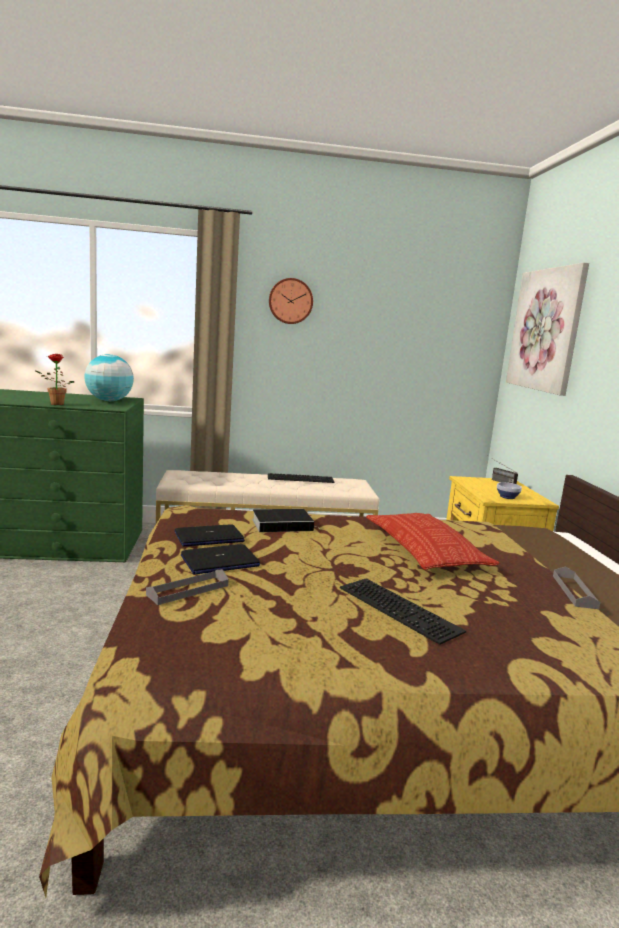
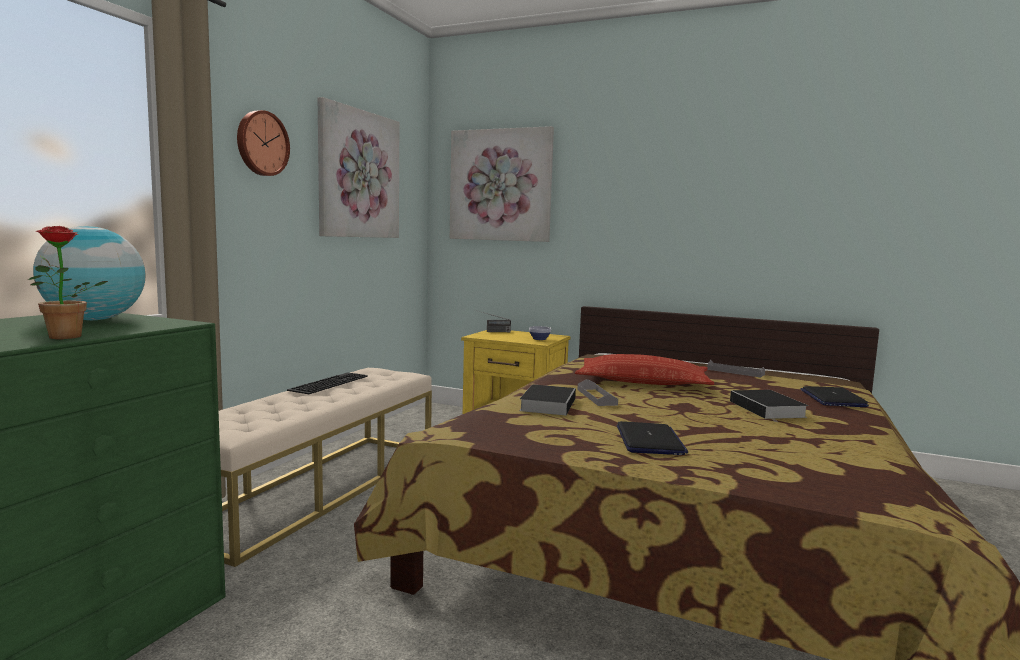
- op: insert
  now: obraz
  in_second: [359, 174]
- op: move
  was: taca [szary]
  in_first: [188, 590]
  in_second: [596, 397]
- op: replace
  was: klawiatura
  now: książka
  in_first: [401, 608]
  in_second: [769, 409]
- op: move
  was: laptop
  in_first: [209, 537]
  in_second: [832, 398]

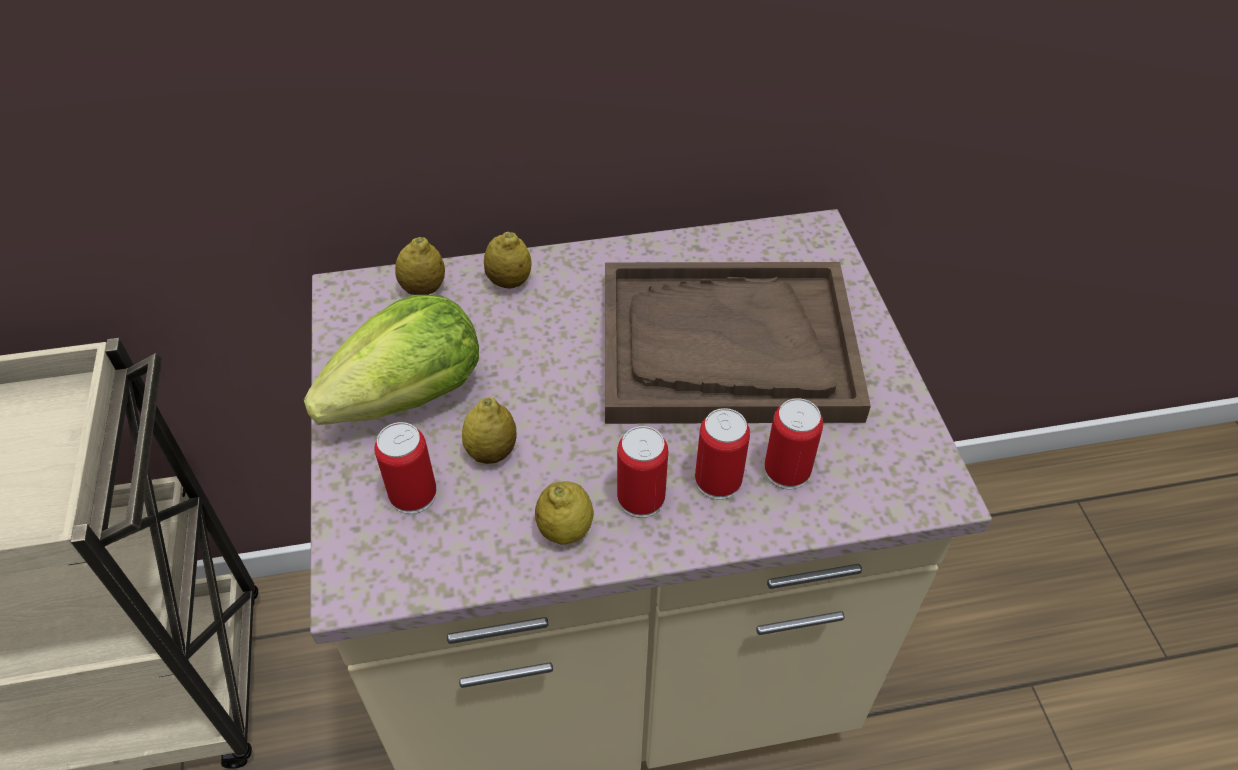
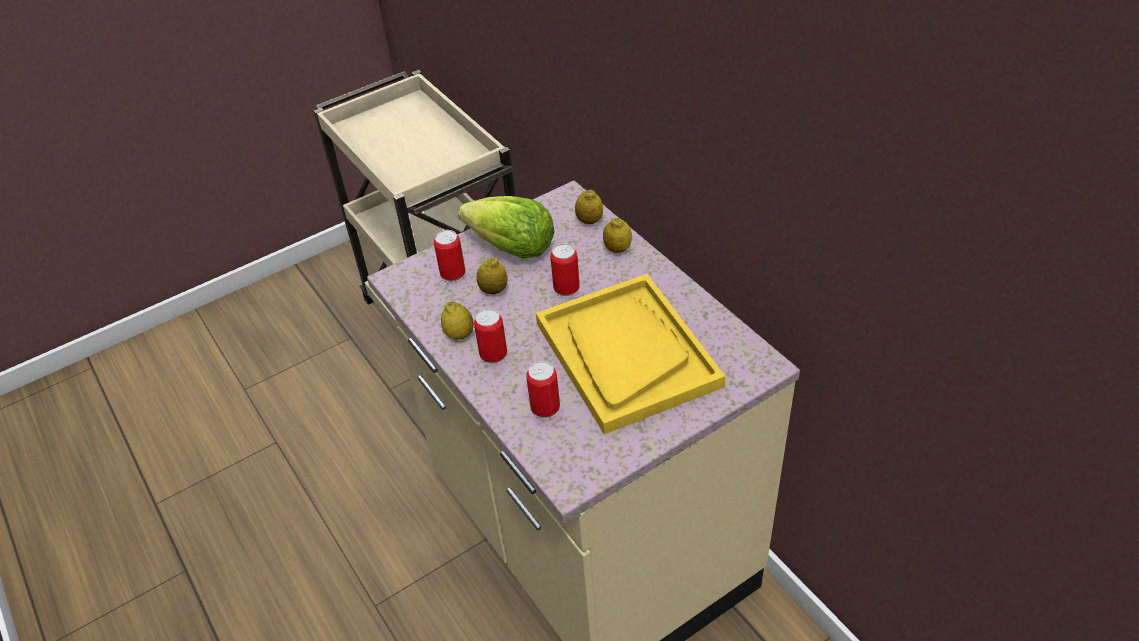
- op: recolor
  was: taca [brązowy]
  now: taca [żółty]
  in_first: [726, 347]
  in_second: [626, 354]
- op: move
  was: puszka
  in_first: [718, 481]
  in_second: [566, 289]

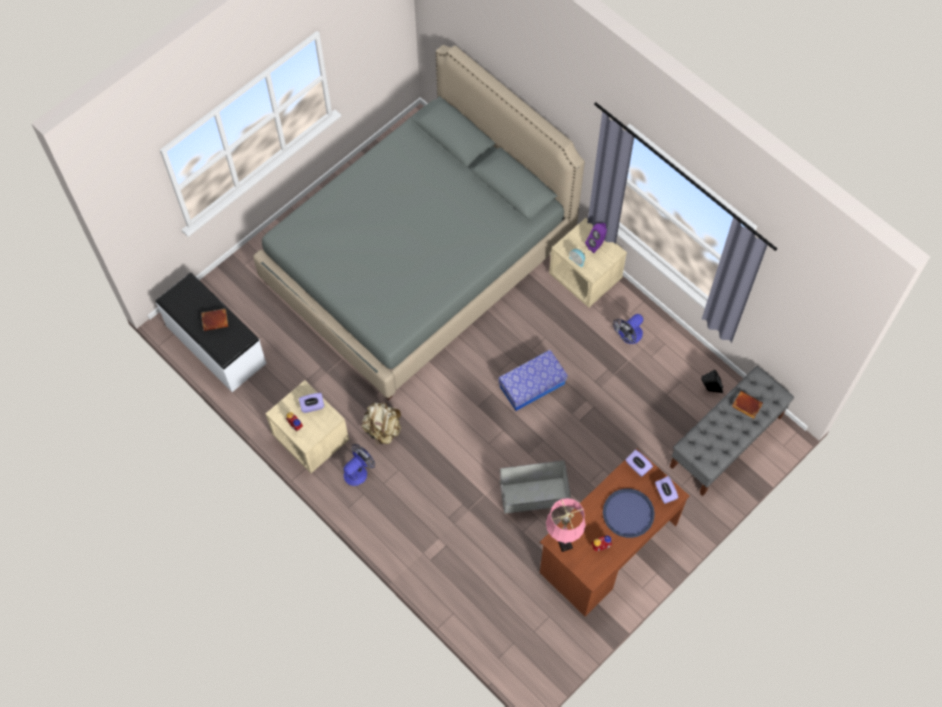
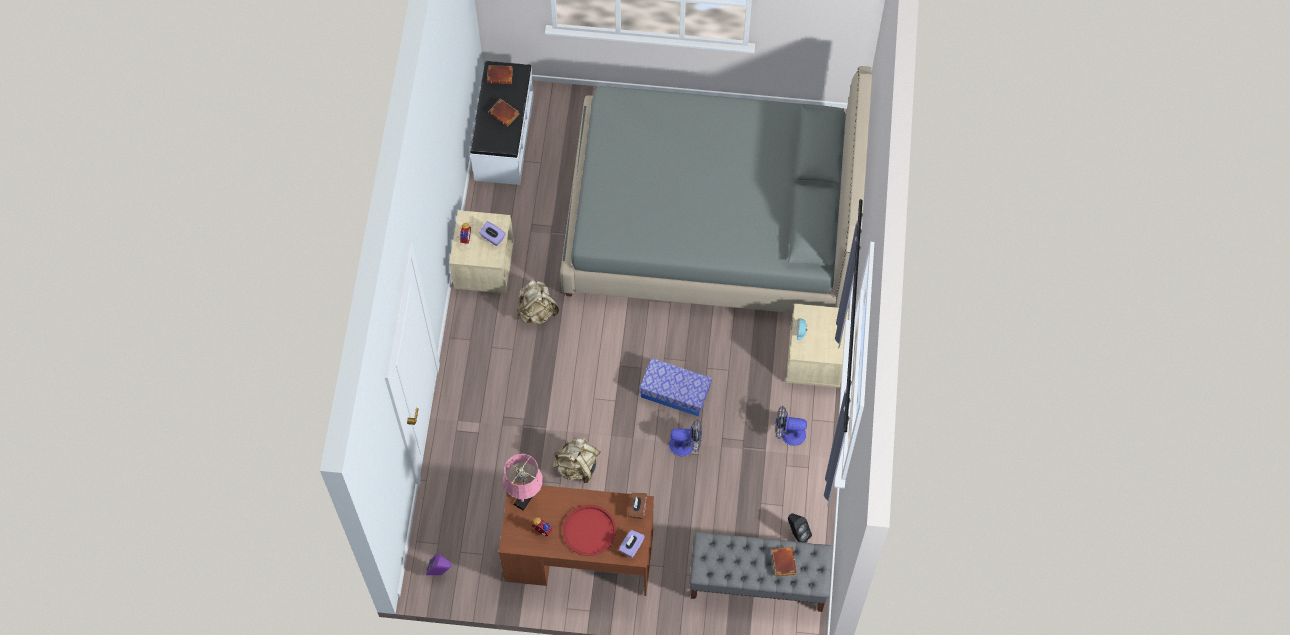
- op: move
  was: głośnik [fioletowy]
  in_first: [597, 245]
  in_second: [440, 572]
- op: insert
  now: książka [brązowy]
  in_second: [500, 75]
- op: replace
  was: pojemnik do przechowywania [szary]
  now: plecak [beżowy]
  in_first: [534, 496]
  in_second: [577, 466]
- op: recolor
  was: taca [niebieski]
  now: taca [czerwony]
  in_first: [628, 513]
  in_second: [589, 531]
- op: recolor
  was: pudełko chusteczek [fioletowy]
  now: pudełko chusteczek [brązowy]
  in_first: [637, 466]
  in_second: [637, 508]
- op: move
  was: wentylator
  in_first: [358, 471]
  in_second: [686, 445]

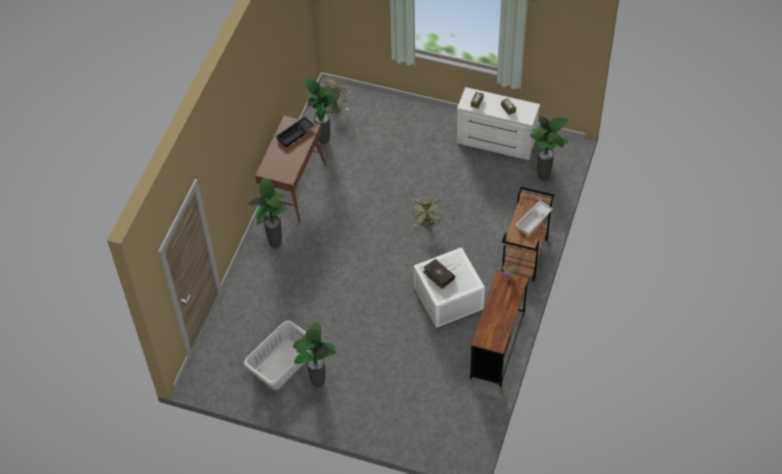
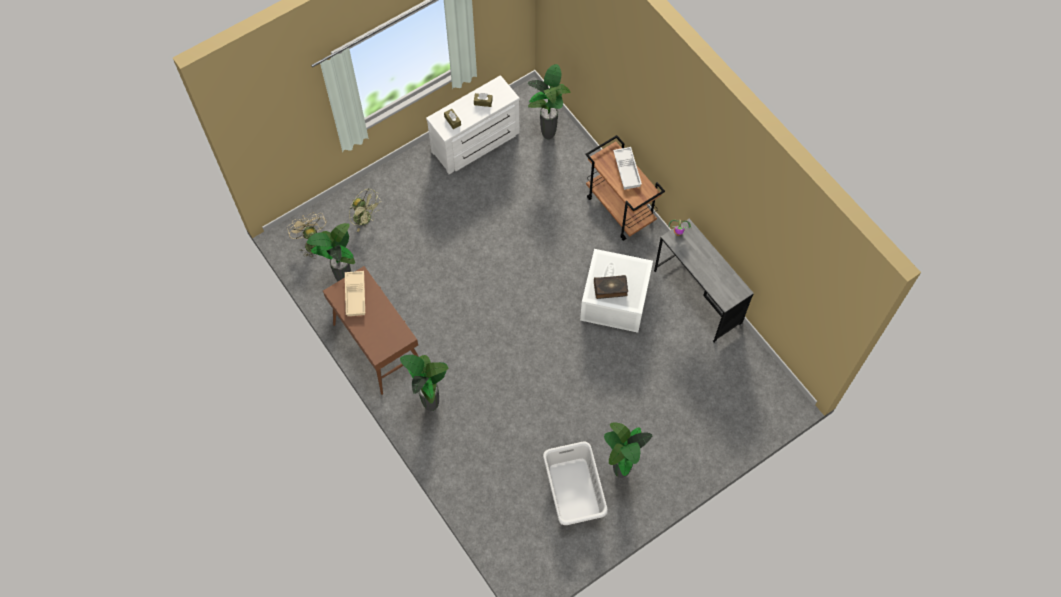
- op: recolor
  was: taca [czarny]
  now: taca [beżowy]
  in_first: [295, 134]
  in_second: [356, 295]
- op: move
  was: wentylator [zielony]
  in_first: [427, 223]
  in_second: [366, 219]
- op: recolor
  was: biurko [brązowy]
  now: biurko [szary]
  in_first: [497, 347]
  in_second: [697, 297]

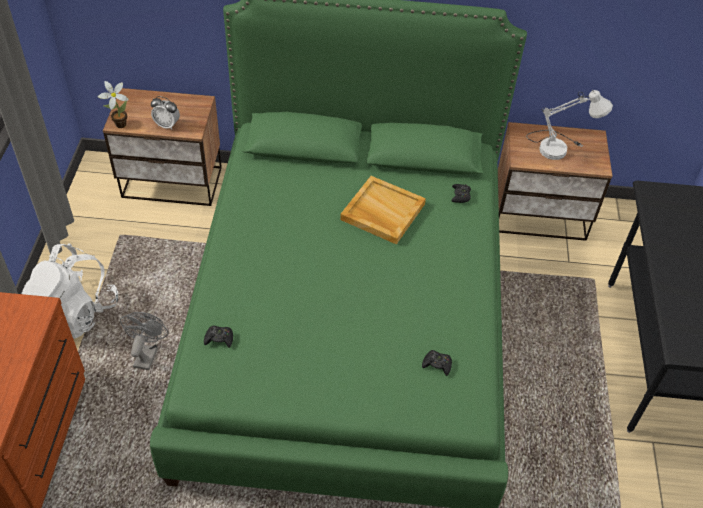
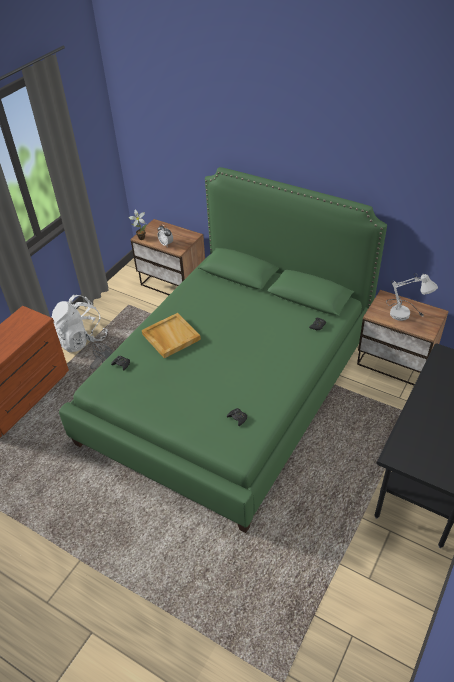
- op: move
  was: taca [beżowy]
  in_first: [382, 212]
  in_second: [170, 337]

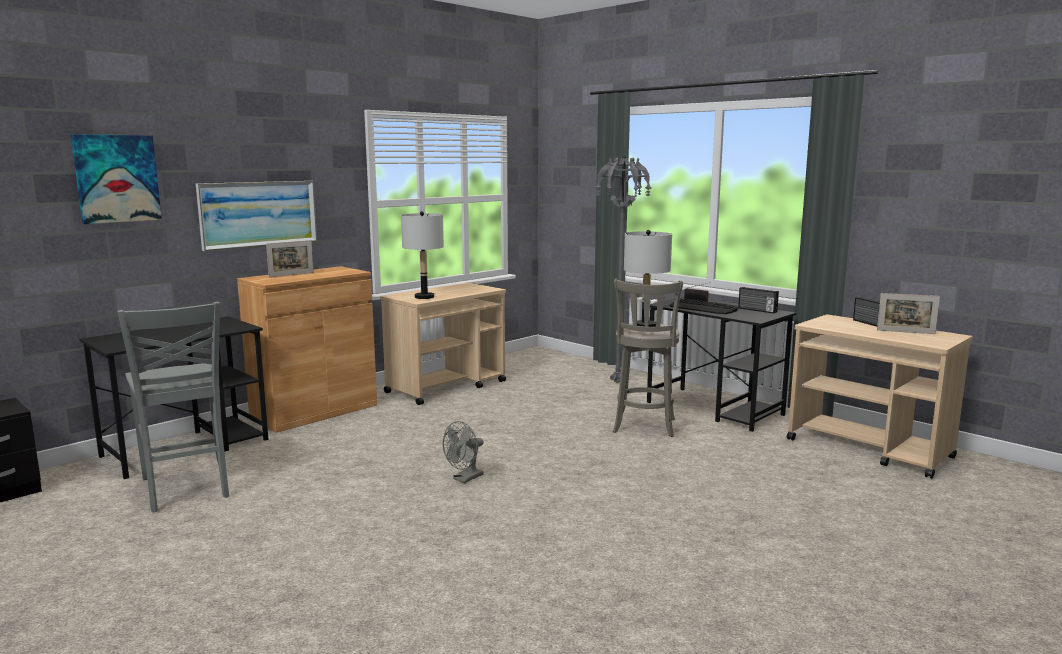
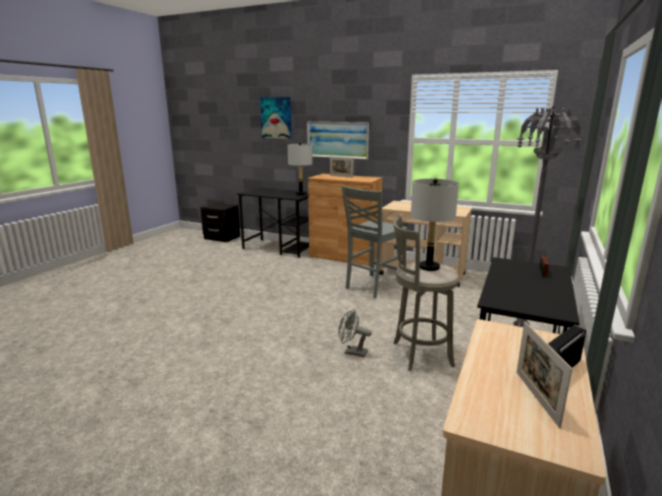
- op: move
  was: lampa stołowa [szary]
  in_first: [424, 297]
  in_second: [301, 194]
- op: move
  was: wentylator [szary]
  in_first: [465, 479]
  in_second: [352, 352]
- op: move
  was: krzesło [szary]
  in_first: [186, 488]
  in_second: [373, 286]
- op: delete
  was: klawiatura
  in_first: [703, 308]
- op: delete
  was: radio
  in_first: [757, 310]

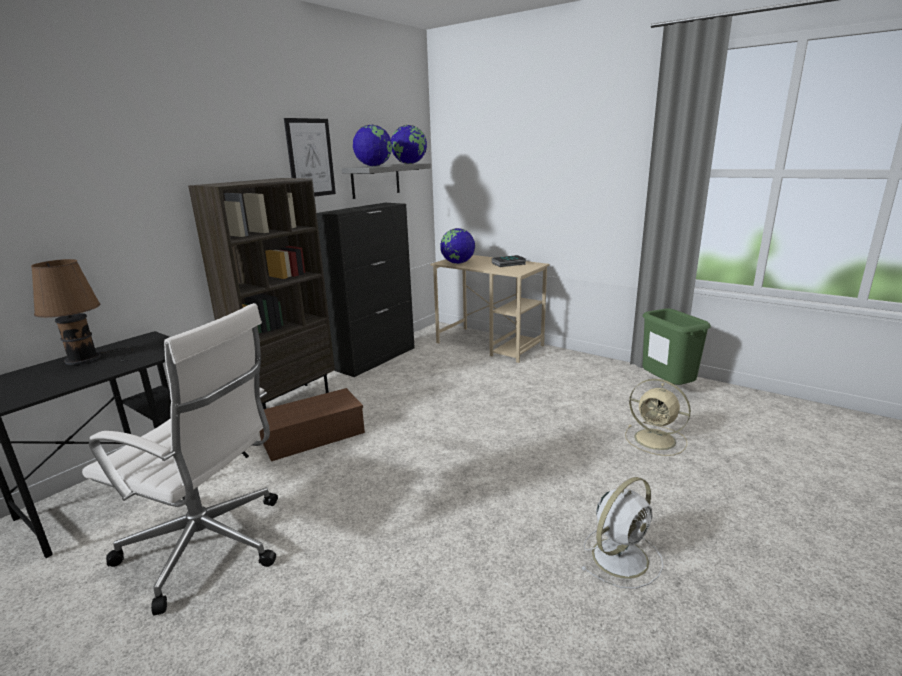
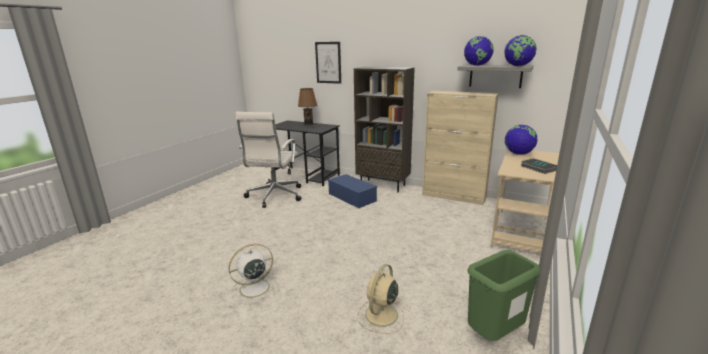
- op: rotate
  was: wentylator [biały]
  in_first: [621, 556]
  in_second: [253, 288]
  clockwise: 105
- op: move
  was: obraz
  in_first: [310, 158]
  in_second: [328, 62]
- op: recolor
  was: pojemnik do przechowywania [brązowy]
  now: pojemnik do przechowywania [niebieski]
  in_first: [314, 435]
  in_second: [353, 197]
- op: recolor
  was: szafka [czarny]
  now: szafka [beżowy]
  in_first: [376, 358]
  in_second: [454, 196]

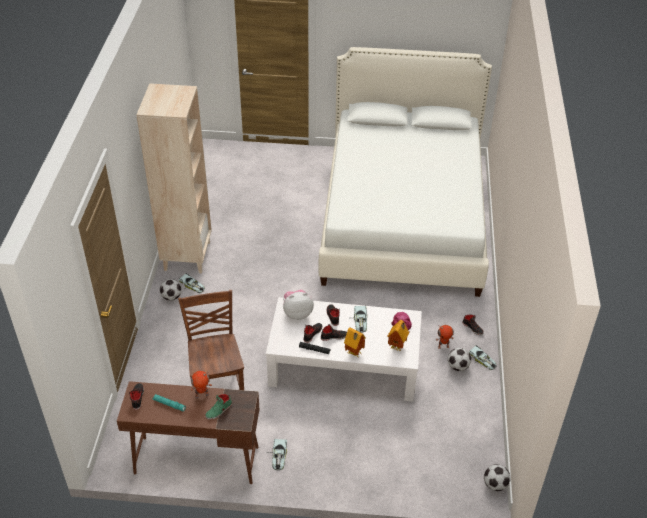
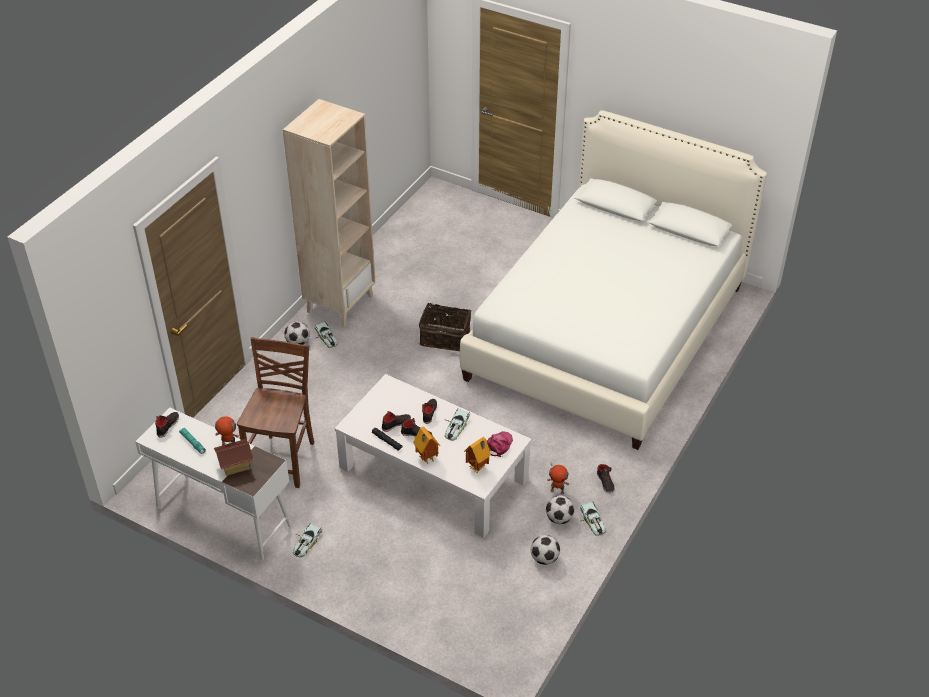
- op: recolor
  was: biurko [brązowy]
  now: biurko [biały]
  in_first: [196, 460]
  in_second: [223, 516]
- op: replace
  was: but [zielony]
  now: domek
  in_first: [219, 410]
  in_second: [235, 465]
- op: insert
  now: koszyk
  in_second: [445, 337]
- op: move
  was: piłka futbolowa
  in_first: [495, 484]
  in_second: [544, 558]
- op: delete
  was: pluszak
  in_first: [297, 313]

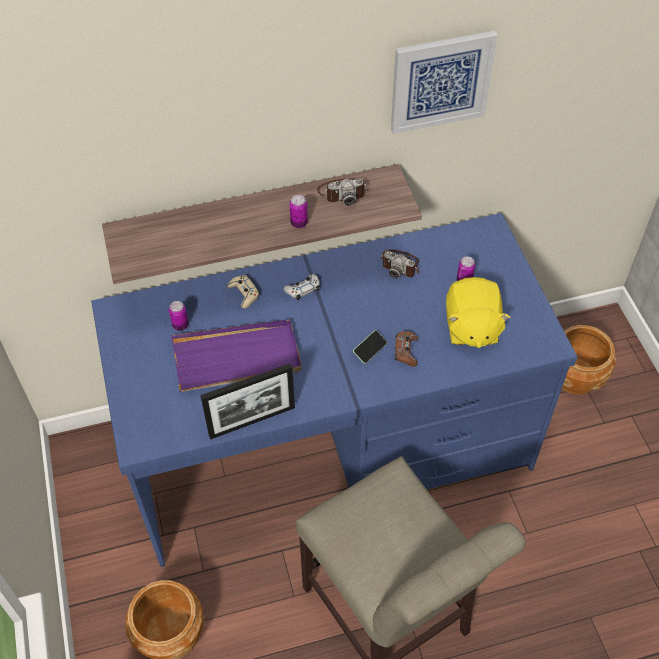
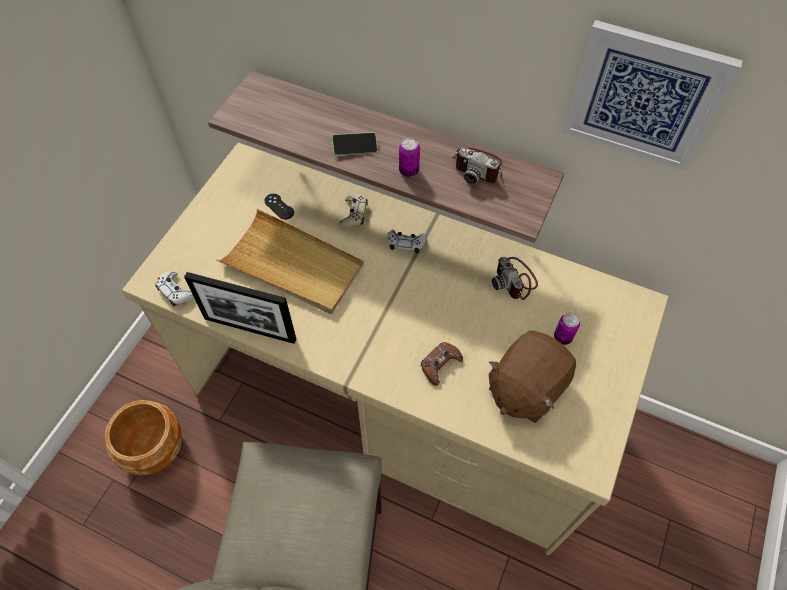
- op: recolor
  was: biurko [niebieski]
  now: biurko [beżowy]
  in_first: [330, 448]
  in_second: [394, 400]
- op: insert
  now: pad do gier [biały]
  in_second: [176, 291]
- op: recolor
  was: taca [fioletowy]
  now: taca [beżowy]
  in_first: [237, 358]
  in_second: [293, 265]
- op: replace
  was: puszka
  now: pad do gier [czarny]
  in_first: [180, 325]
  in_second: [279, 206]
- op: move
  was: telefon
  in_first: [370, 350]
  in_second: [355, 148]
- op: recolor
  was: pluszak [żółty]
  now: pluszak [brązowy]
  in_first: [471, 327]
  in_second: [525, 388]
- op: delete
  was: donica [brązowy]
  in_first: [575, 377]

